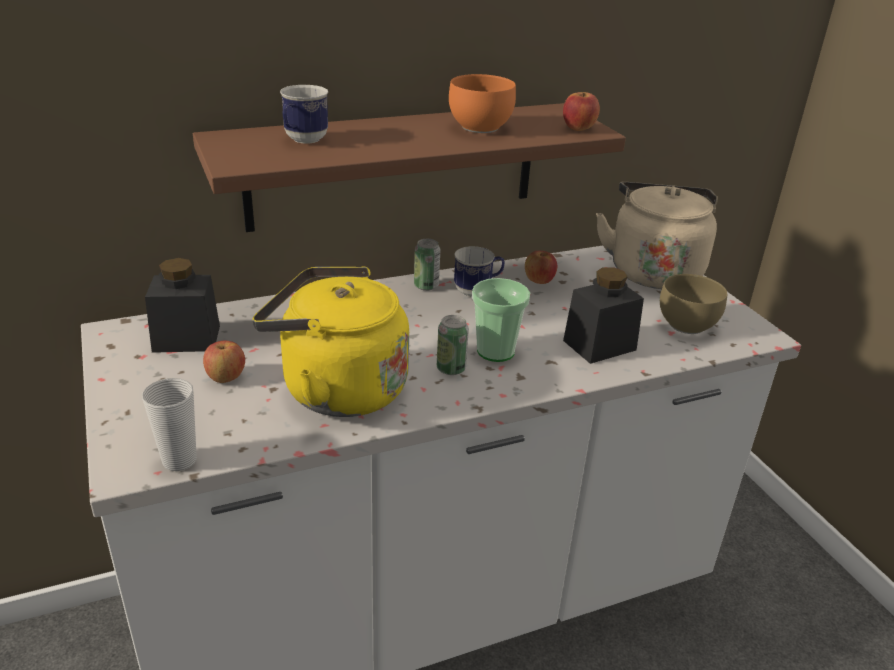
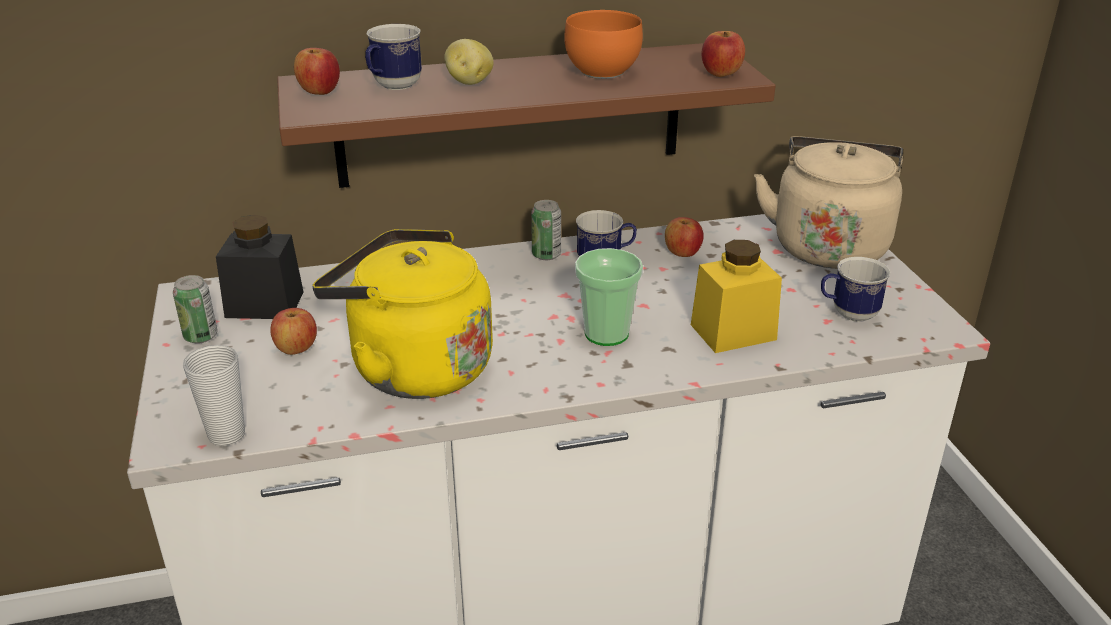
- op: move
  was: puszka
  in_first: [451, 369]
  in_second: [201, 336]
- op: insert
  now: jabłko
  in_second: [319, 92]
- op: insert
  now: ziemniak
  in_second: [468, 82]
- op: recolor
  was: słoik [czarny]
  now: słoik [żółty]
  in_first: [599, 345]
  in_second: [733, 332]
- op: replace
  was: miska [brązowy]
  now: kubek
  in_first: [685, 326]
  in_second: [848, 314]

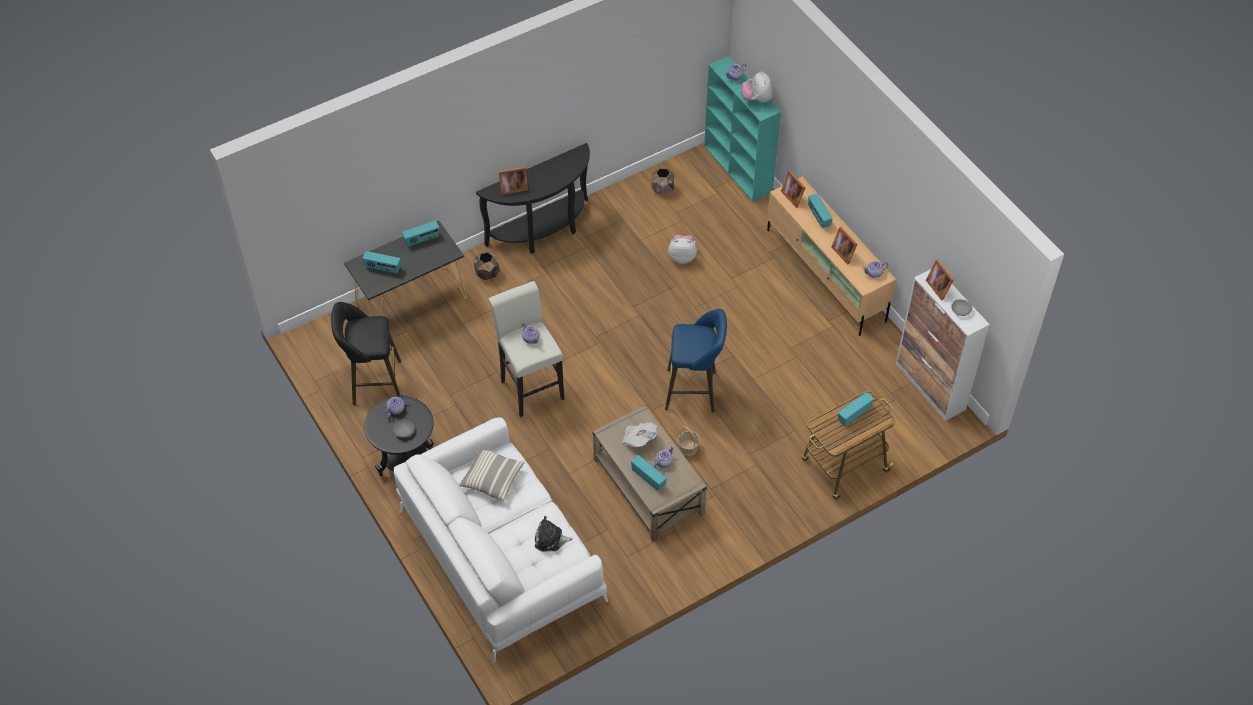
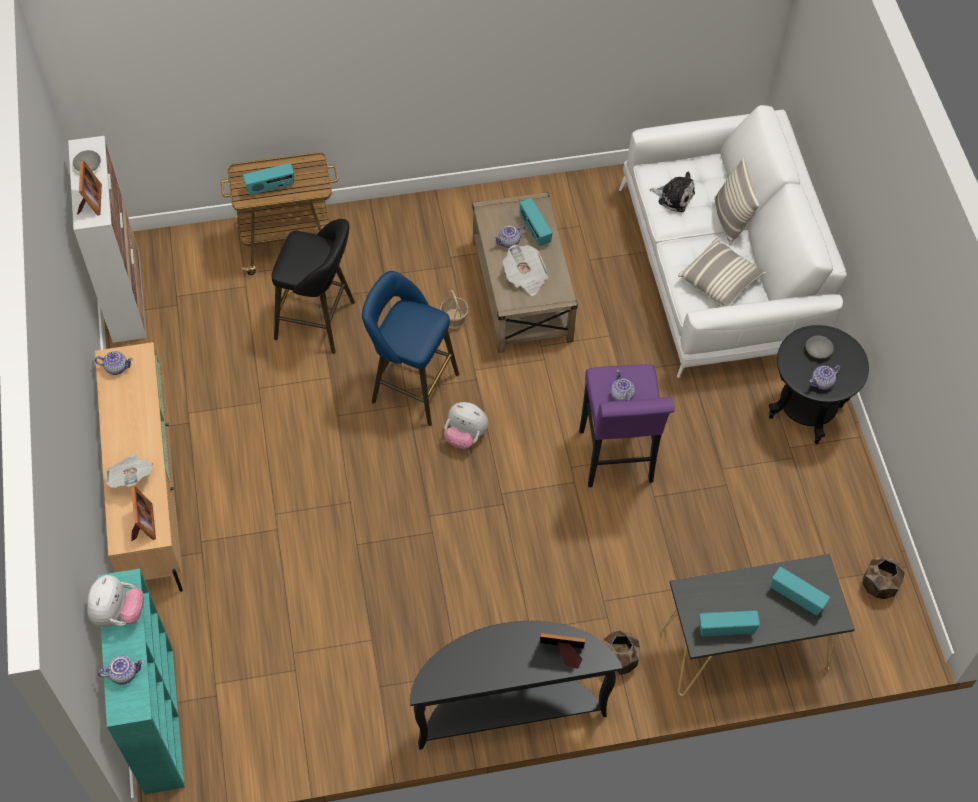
- op: replace
  was: radio
  now: gazeta
  in_first: [818, 217]
  in_second: [131, 477]
- op: move
  was: stołek [czarny]
  in_first: [372, 383]
  in_second: [320, 321]
- op: move
  was: pluszak
  in_first: [682, 257]
  in_second: [465, 436]
- op: recolor
  was: stołek [biały]
  now: stołek [fioletowy]
  in_first: [530, 386]
  in_second: [617, 462]
- op: insert
  now: poduszka
  in_second: [730, 220]
- op: move
  was: donica [brązowy]
  in_first: [663, 189]
  in_second: [878, 585]
- op: delete
  was: ramka na zdjęcie
  in_first: [844, 252]

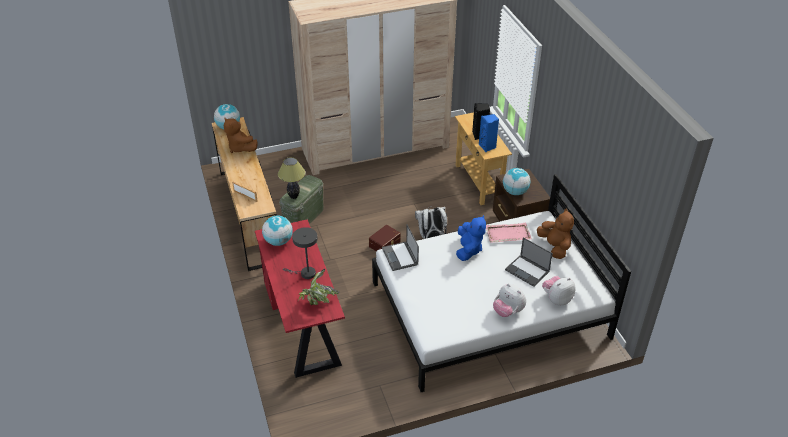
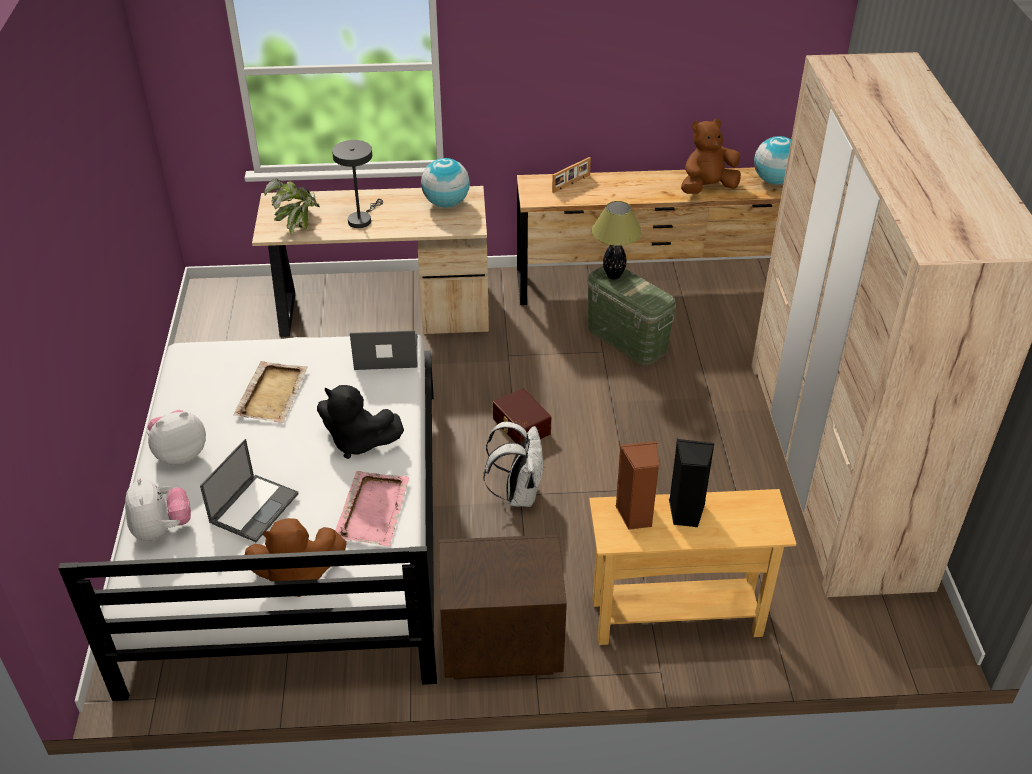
- op: rotate
  was: laptop
  in_first: [527, 271]
  in_second: [254, 507]
  clockwise: 150
- op: insert
  now: taca [beżowy]
  in_second: [272, 393]
- op: recolor
  was: biurko [czerwony]
  now: biurko [beżowy]
  in_first: [302, 323]
  in_second: [380, 310]
- op: recolor
  was: pluszak [niebieski]
  now: pluszak [czarny]
  in_first: [468, 250]
  in_second: [358, 442]
- op: recolor
  was: głośnik [niebieski]
  now: głośnik [brązowy]
  in_first: [487, 147]
  in_second: [635, 515]
- op: delete
  was: globus
  in_first: [515, 192]

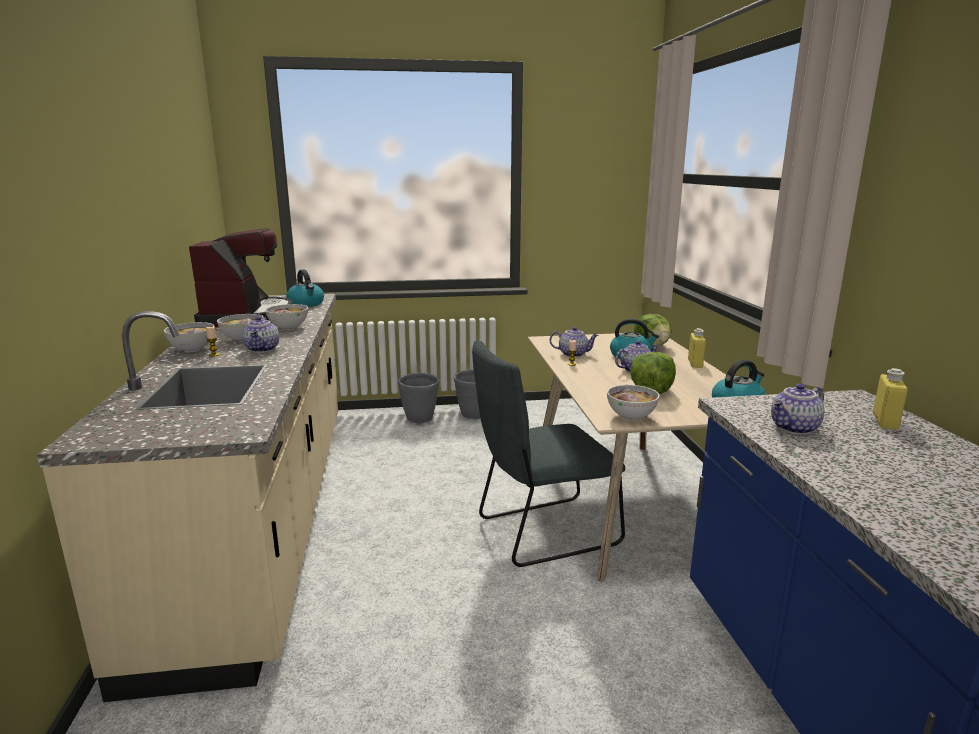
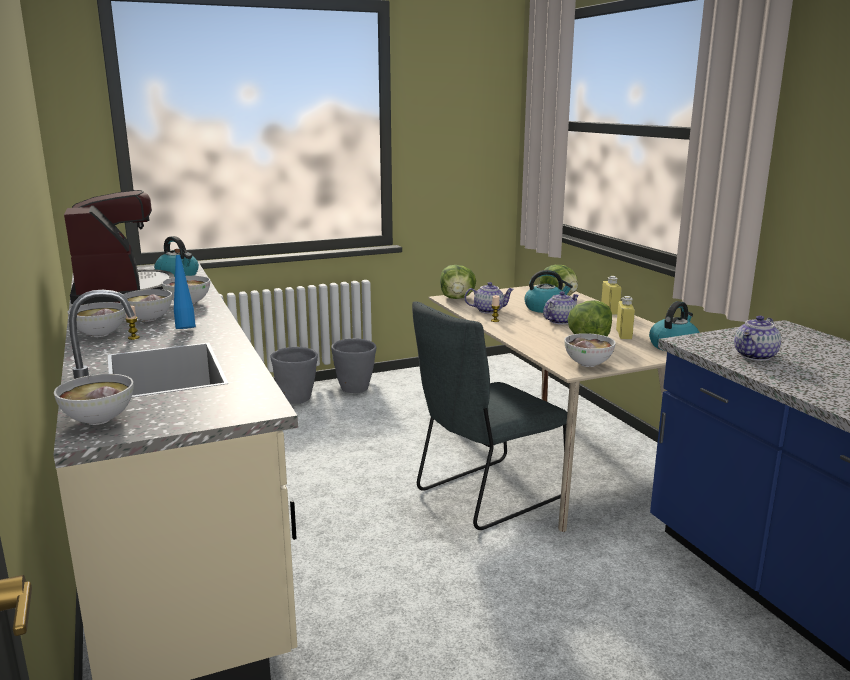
- op: insert
  now: miska
  in_second: [98, 420]
- op: replace
  was: imbryk
  now: butelka [niebieski]
  in_first: [263, 349]
  in_second: [185, 327]
- op: insert
  now: sałata
  in_second: [457, 298]
- op: move
  was: butelka [żółty]
  in_first: [885, 421]
  in_second: [624, 335]

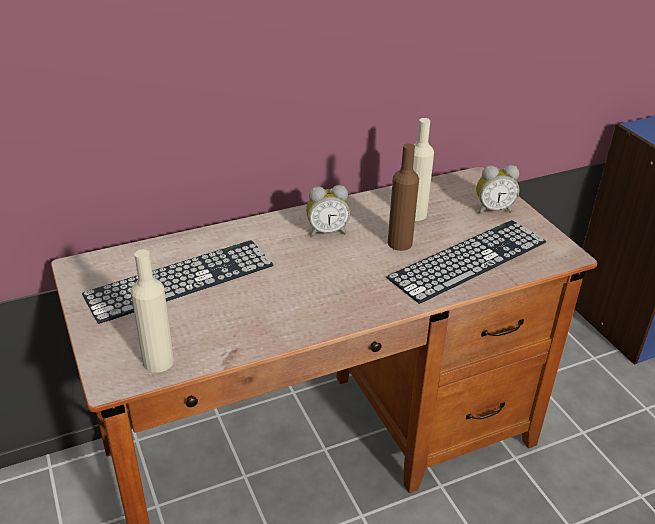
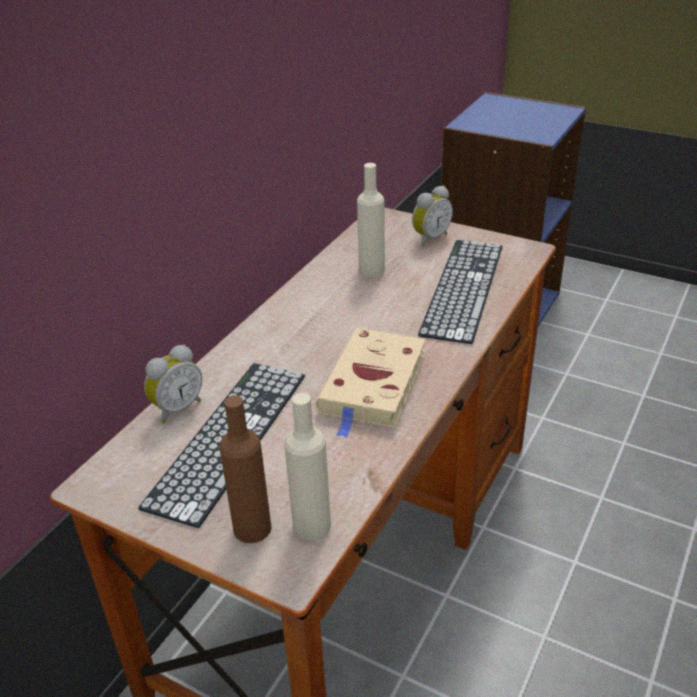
- op: move
  was: budzik
  in_first: [327, 231]
  in_second: [176, 408]
- op: move
  was: butelka [brązowy]
  in_first: [400, 243]
  in_second: [252, 528]
- op: insert
  now: książka [beżowy]
  in_second: [373, 386]

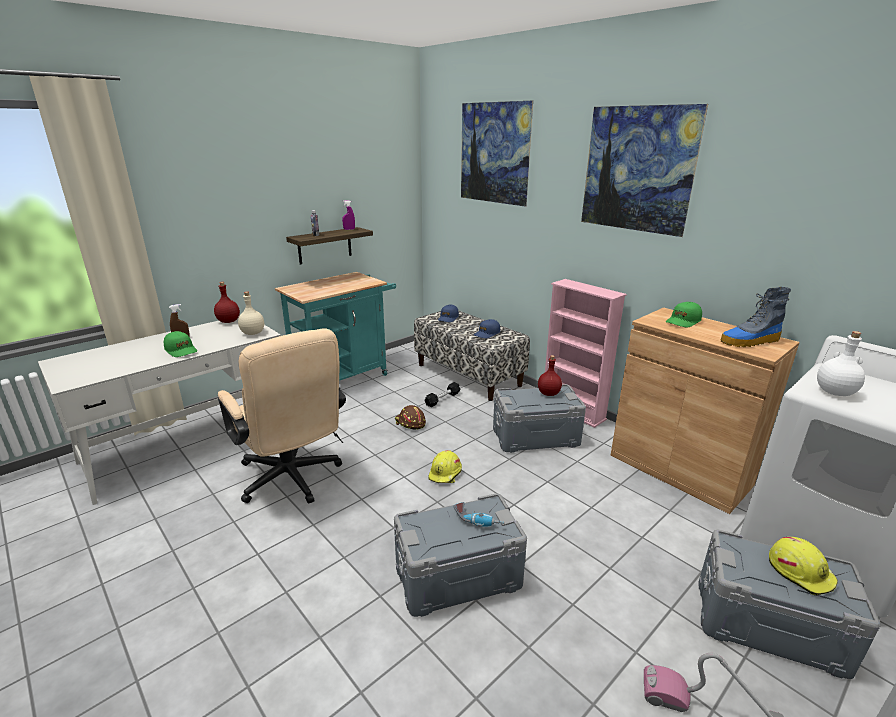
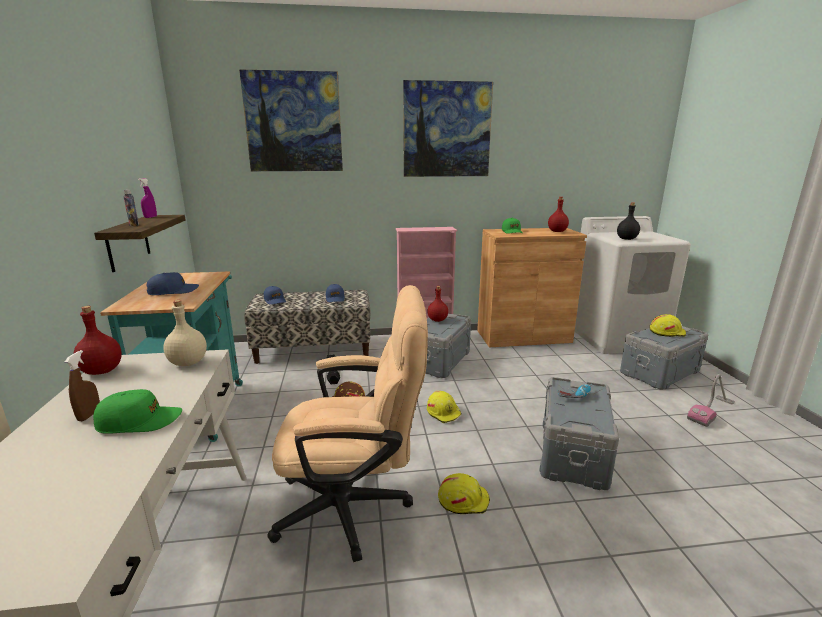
- op: insert
  now: czapka z daszkiem [niebieski]
  in_second: [173, 291]
- op: insert
  now: kask [żółty]
  in_second: [463, 500]
- op: replace
  was: but z cholewką
  now: butelka [czerwony]
  in_first: [750, 341]
  in_second: [557, 231]
- op: recolor
  was: butelka [biały]
  now: butelka [czarny]
  in_first: [835, 392]
  in_second: [627, 239]

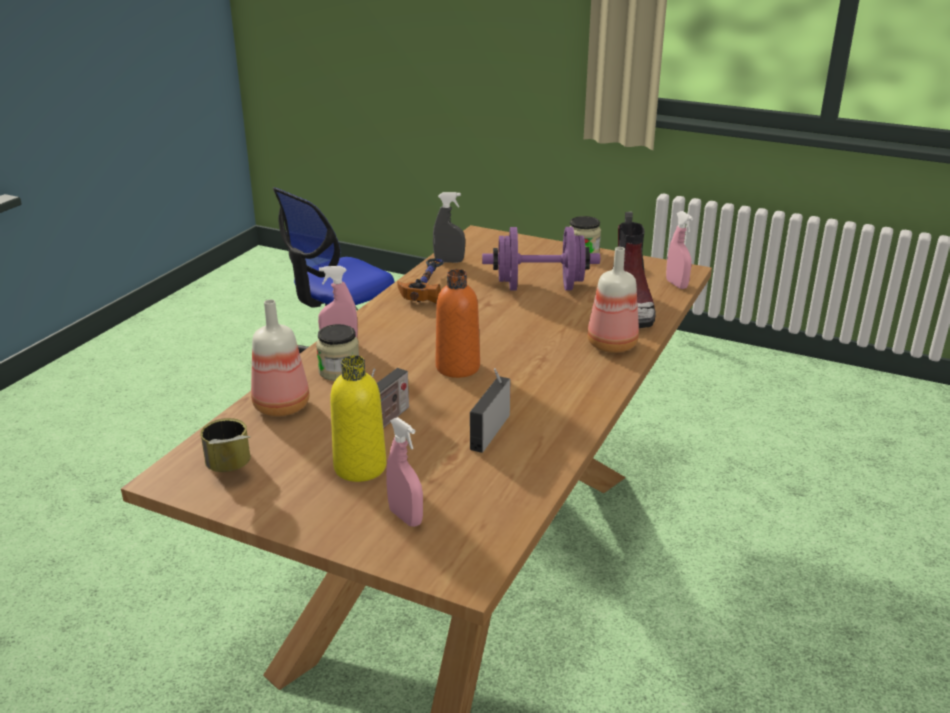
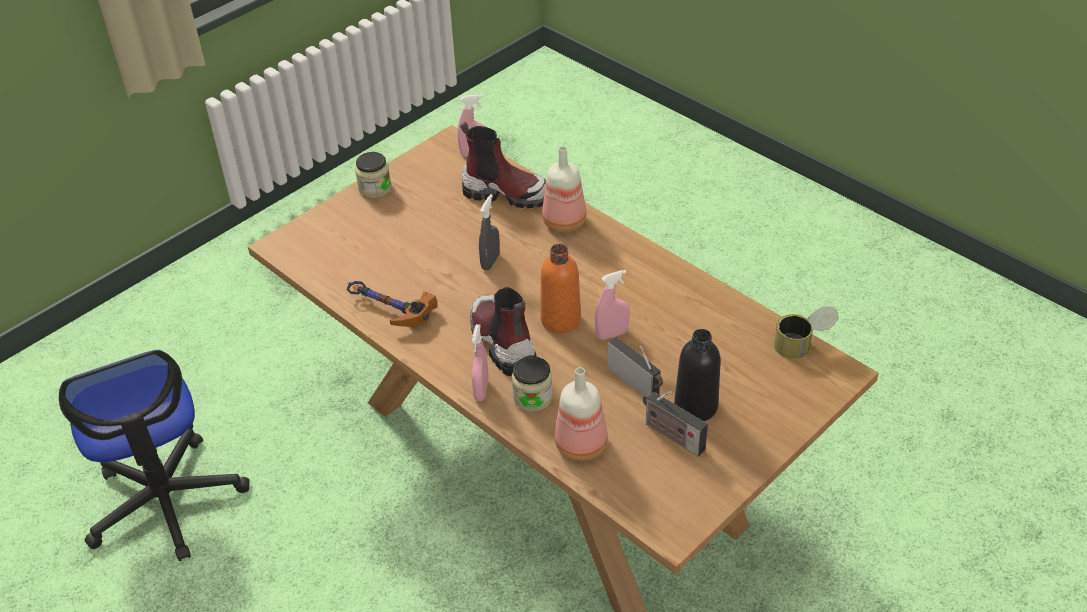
- op: insert
  now: but z cholewką
  in_second: [501, 342]
- op: move
  was: spryskiwacz [szary]
  in_first: [449, 261]
  in_second: [490, 262]
- op: move
  was: spryskiwacz [różowy]
  in_first: [405, 517]
  in_second: [612, 334]
- op: move
  was: radio
  in_first: [490, 430]
  in_second: [671, 435]
- op: recolor
  was: butelka [żółty]
  now: butelka [czarny]
  in_first: [360, 467]
  in_second: [695, 406]
- op: move
  was: puszka
  in_first: [230, 467]
  in_second: [803, 345]
- op: delete
  was: hantel [fioletowy]
  in_first: [540, 287]

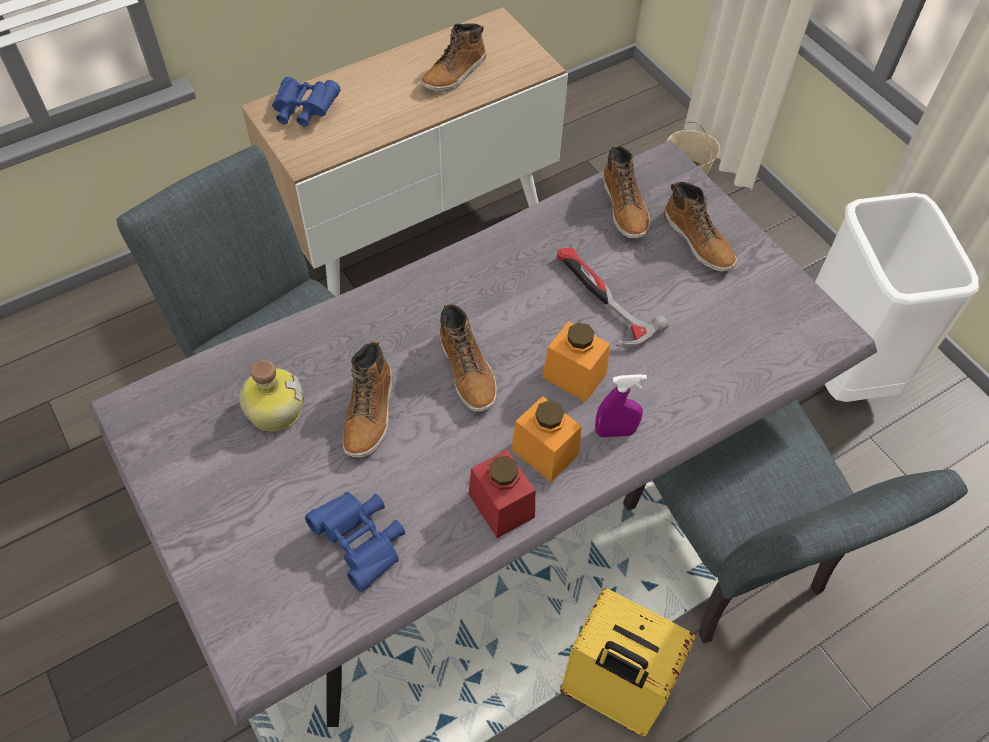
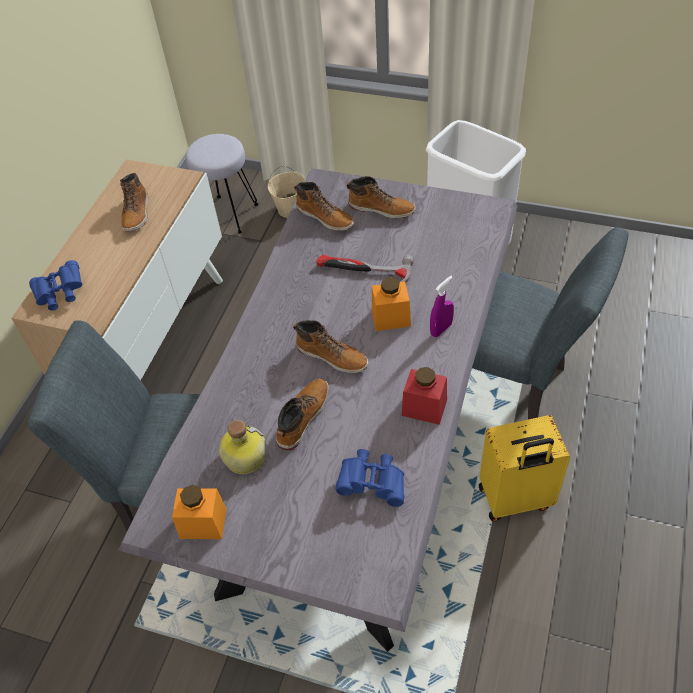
- op: move
  was: słoik [pomarańczowy]
  in_first: [545, 451]
  in_second: [203, 523]
- op: insert
  now: stołek [szary]
  in_second: [228, 214]
- op: rotate
  was: but z cholewką
  in_first: [370, 413]
  in_second: [302, 417]
  clockwise: -120

